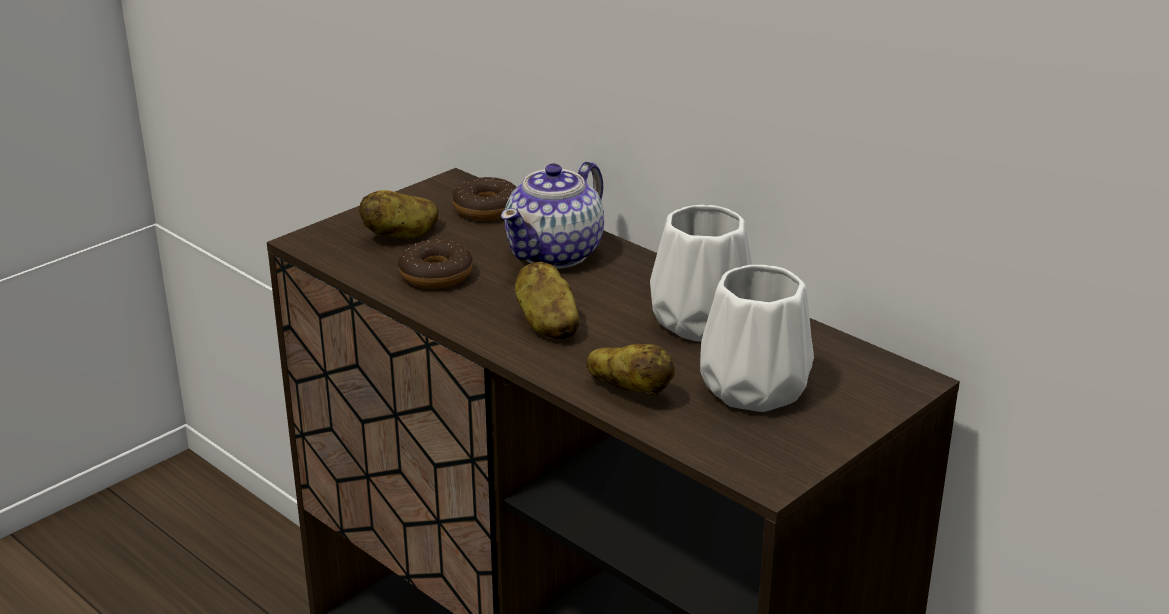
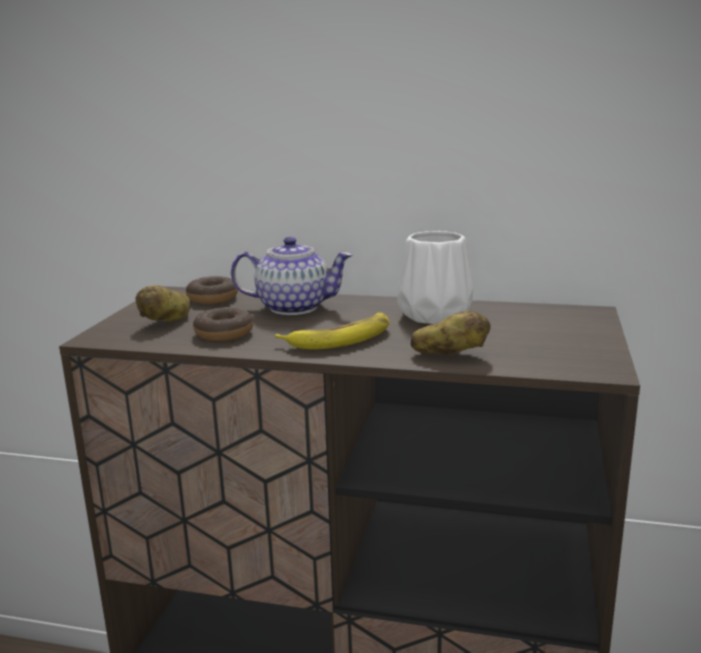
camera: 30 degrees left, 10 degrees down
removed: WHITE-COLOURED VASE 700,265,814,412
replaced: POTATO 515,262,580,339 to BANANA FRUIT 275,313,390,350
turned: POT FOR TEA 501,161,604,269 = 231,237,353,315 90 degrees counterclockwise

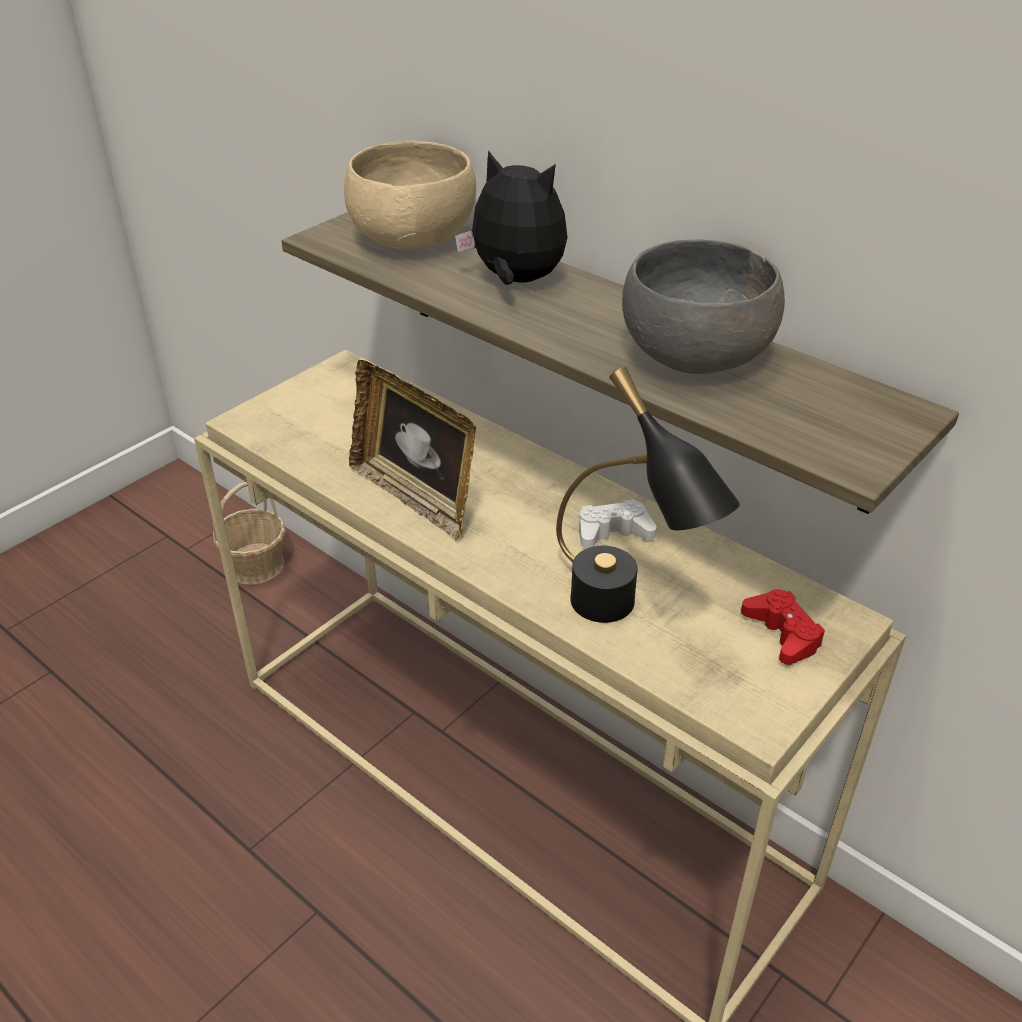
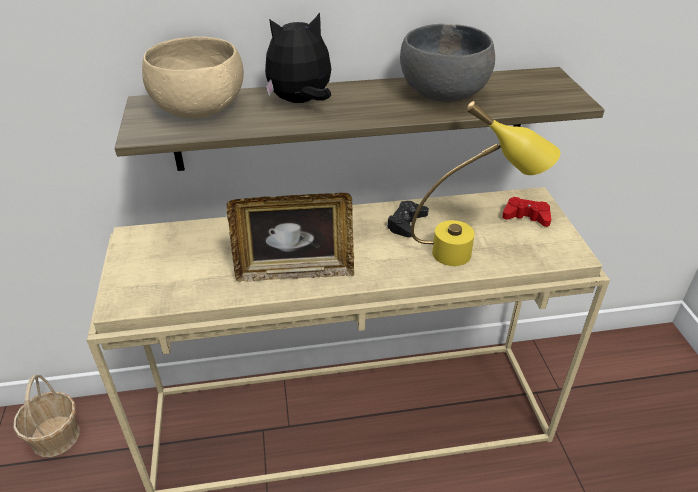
camera: 50 degrees left, 0 degrees up
recoloured: BLACKISH TABLETOP LAMP 556,367,740,623 to YELLOWISH TABLETOP LAMP 411,101,560,266; WHITE-COLOURED JOYPAD 579,499,657,548 to BLACKISH JOYPAD 387,201,429,238

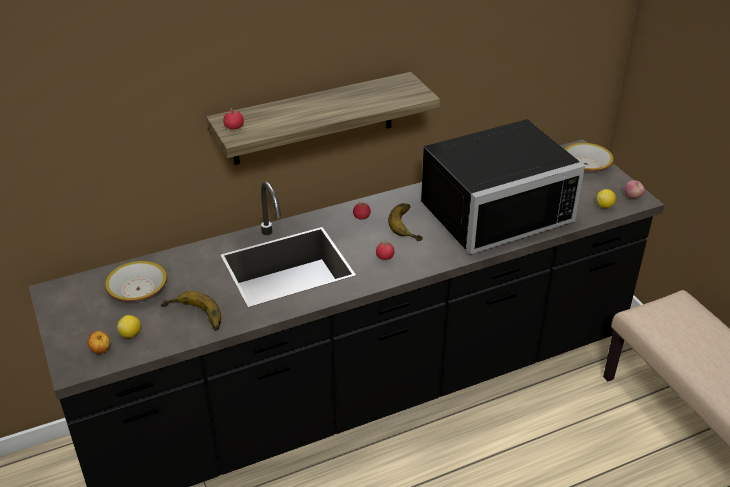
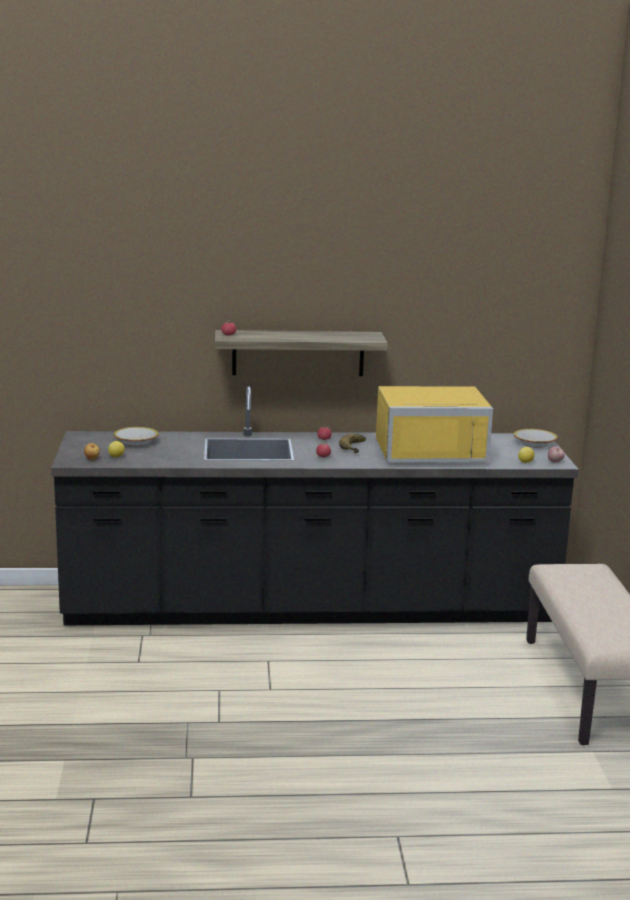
camera: 20 degrees right, 20 degrees down
removed: BANANA FRUIT 161,291,221,331
recoloured: BLACKISH MICROWAVE 421,119,585,255 to YELLOWISH MICROWAVE 376,386,493,463

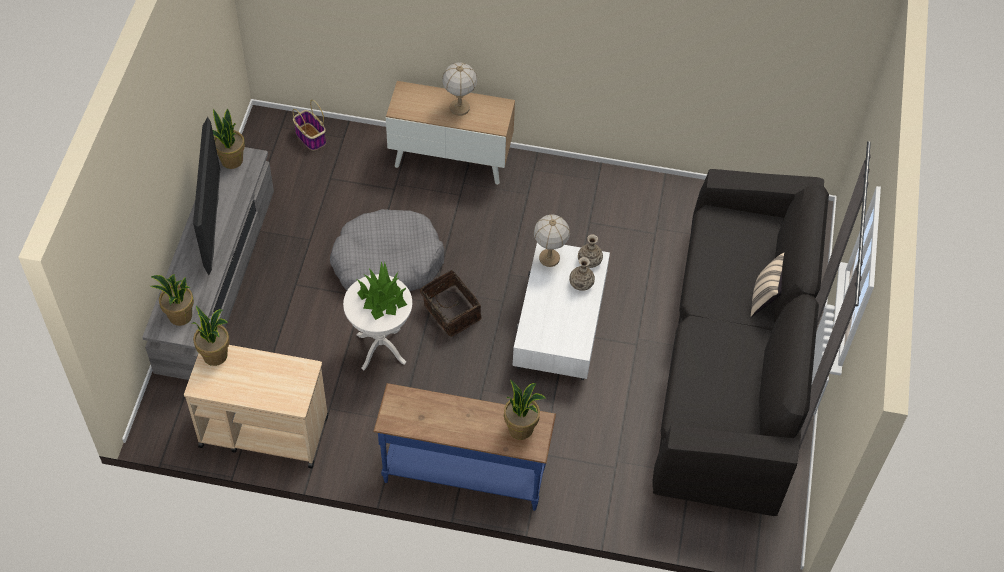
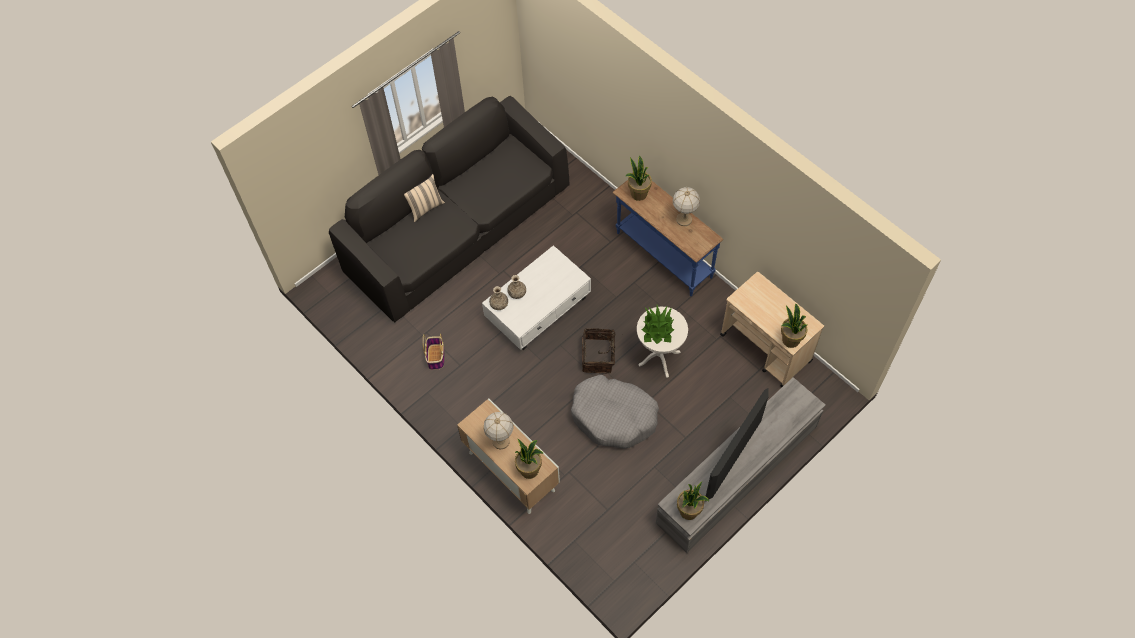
camera: 140 degrees left, 5 degrees up
moved: POTTED PLANT 151,274,194,326 to 515,439,543,479; STORAGE BASKET 292,100,326,151 to 423,334,444,370; TABLETOP LAMP 534,214,570,267 to 673,187,700,226

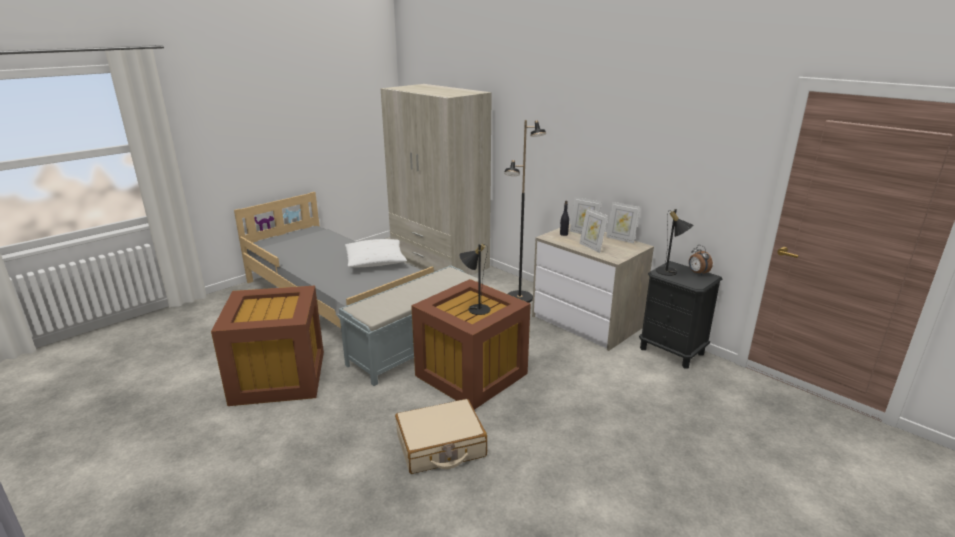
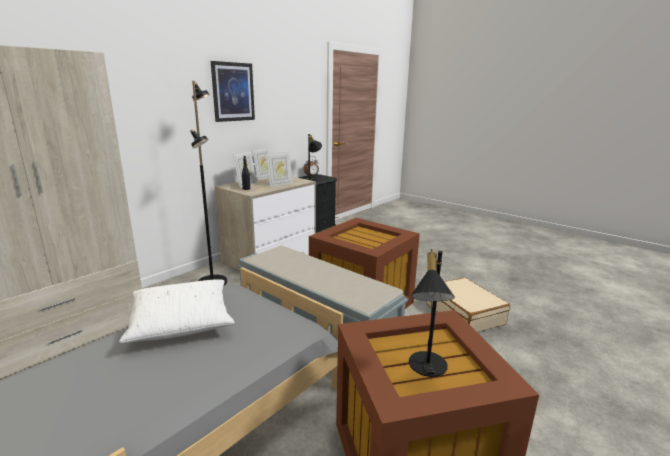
camera: 95 degrees left, 5 degrees down
added: WALL PICTURE 211,61,255,122
moved: BLACKISH TABLETOP LAMP 459,244,490,315 to 409,249,455,377

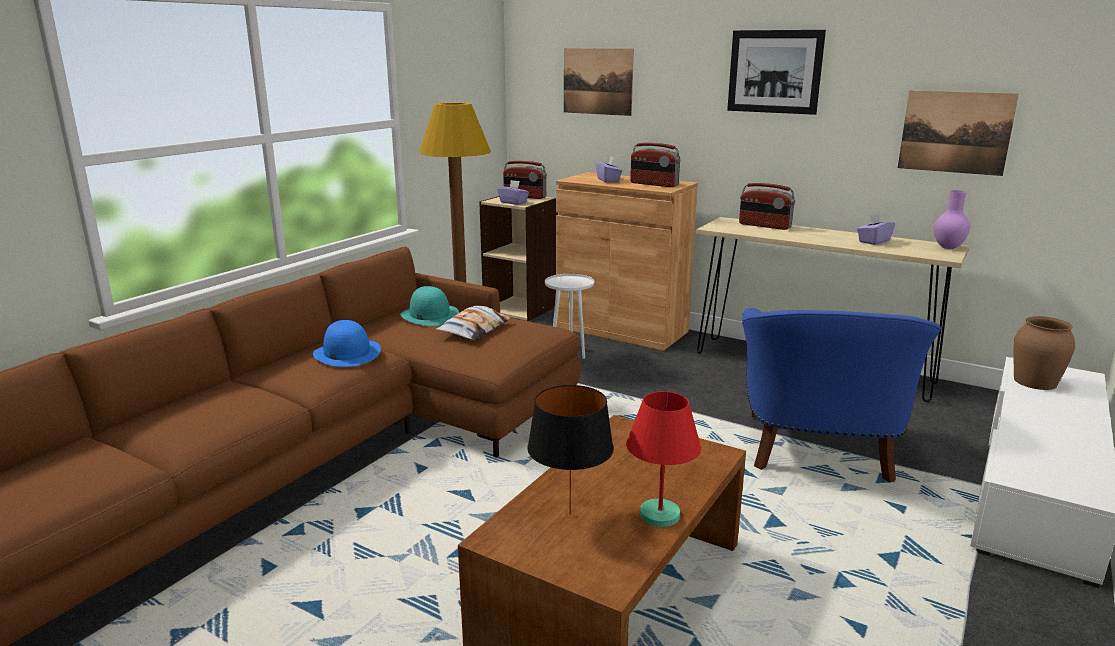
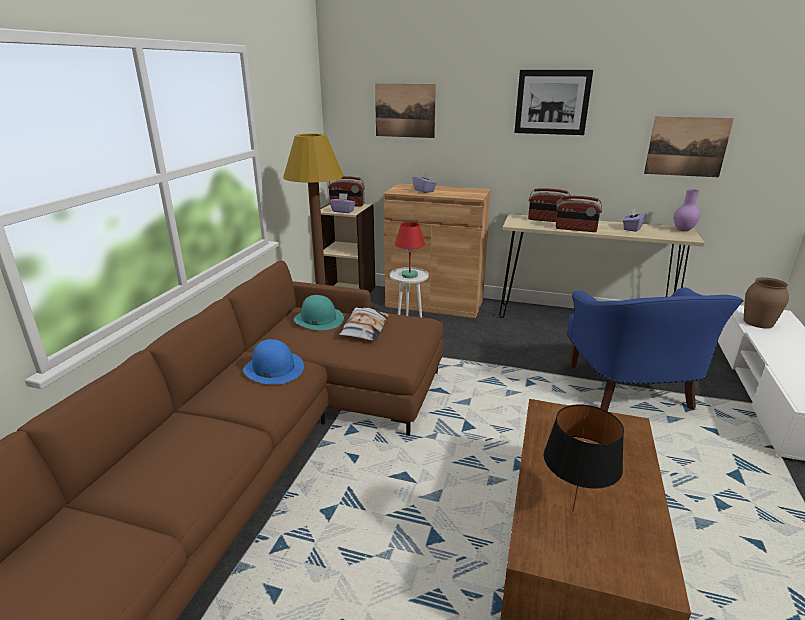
camera: 15 degrees left, 5 degrees up
moved: REDDISH TABLETOP LAMP 626,391,701,527 to 395,222,425,278; RADIO RECEIVER 630,143,680,187 to 556,196,602,232

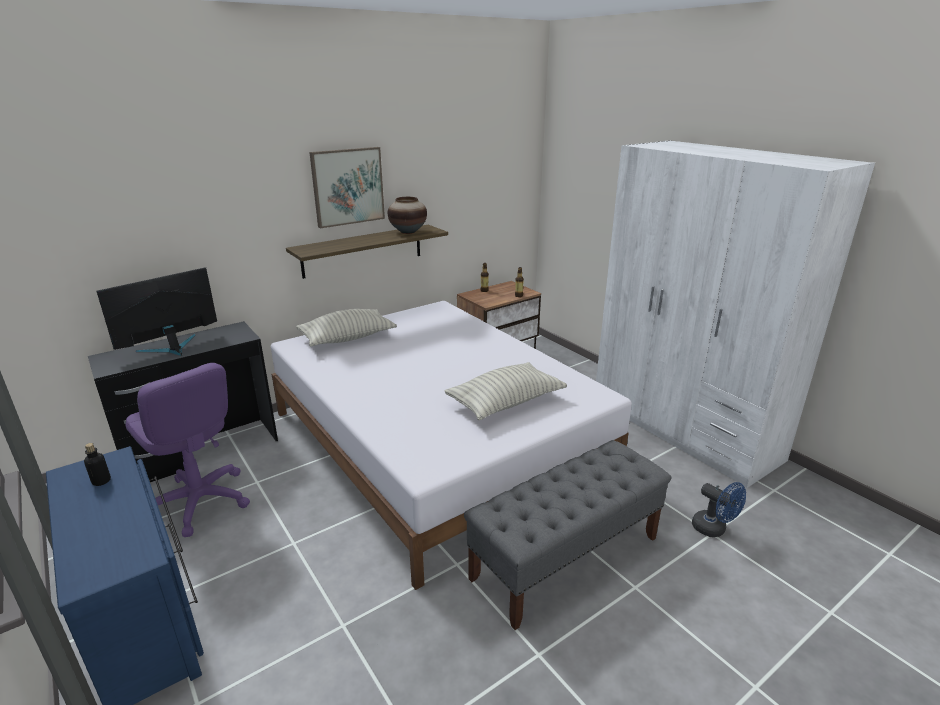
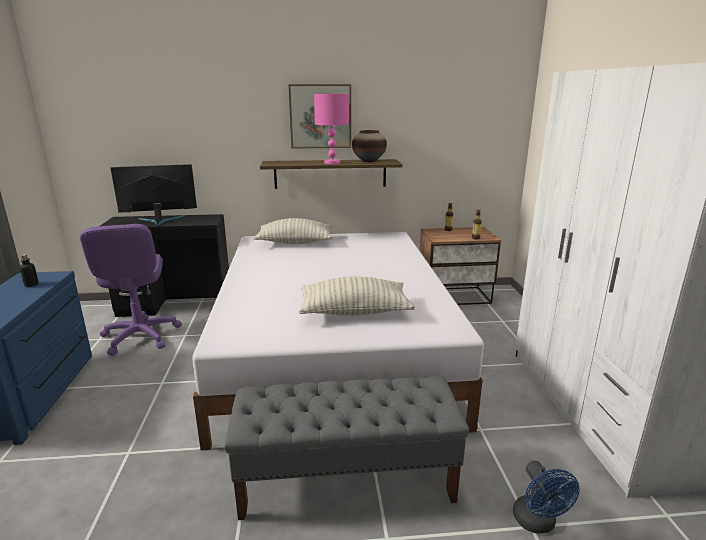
camera: 30 degrees right, 5 degrees down
added: PINKISH TABLETOP LAMP 314,94,349,164

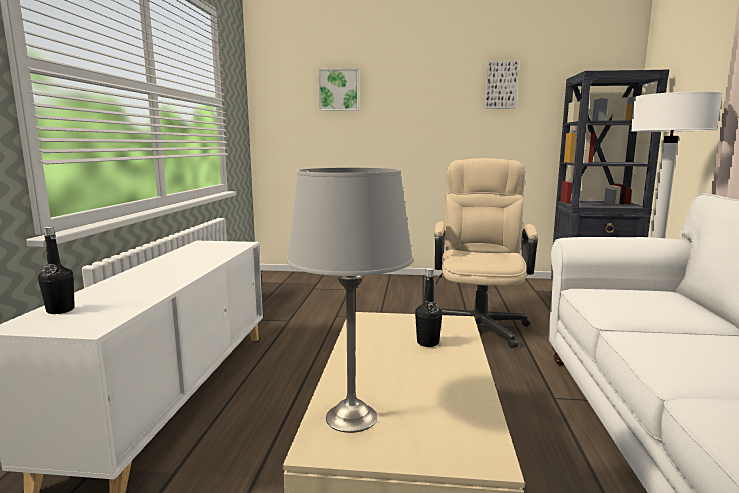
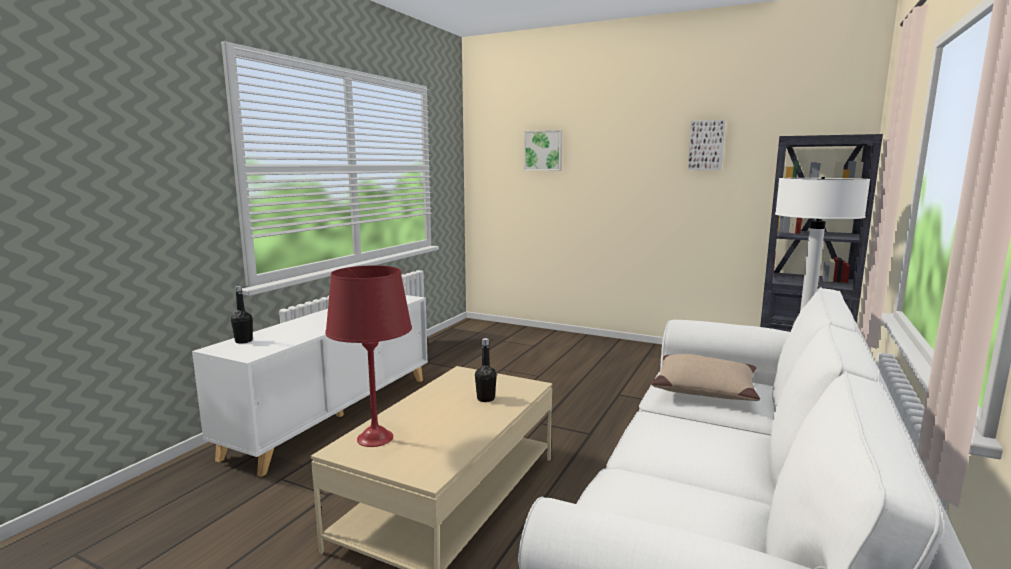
camera: 20 degrees right, 0 degrees up
removed: BEIGE OFFICE CHAIR 435,158,538,348
added: BEIGE CUSHION 651,354,760,401
recoloured: GREYISH TABLETOP LAMP 287,167,413,433 to REDDISH TABLETOP LAMP 325,266,412,447

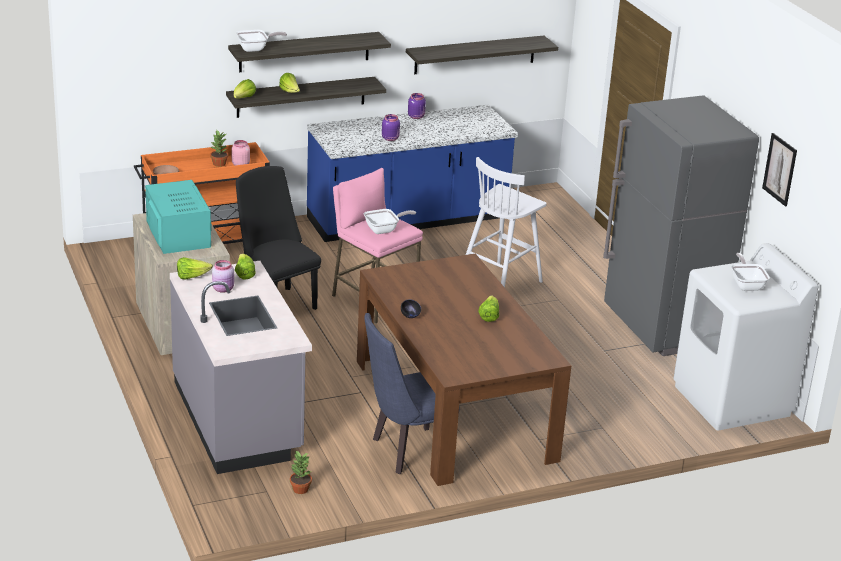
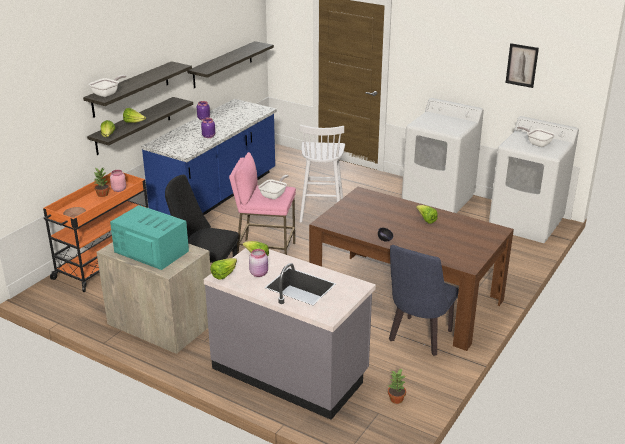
camera: 35 degrees left, 0 degrees up
replaced: GREYISH REFRIGERATOR 603,95,759,356 to WHITE-COLOURED LAUNDRY MACHINE 402,98,484,213

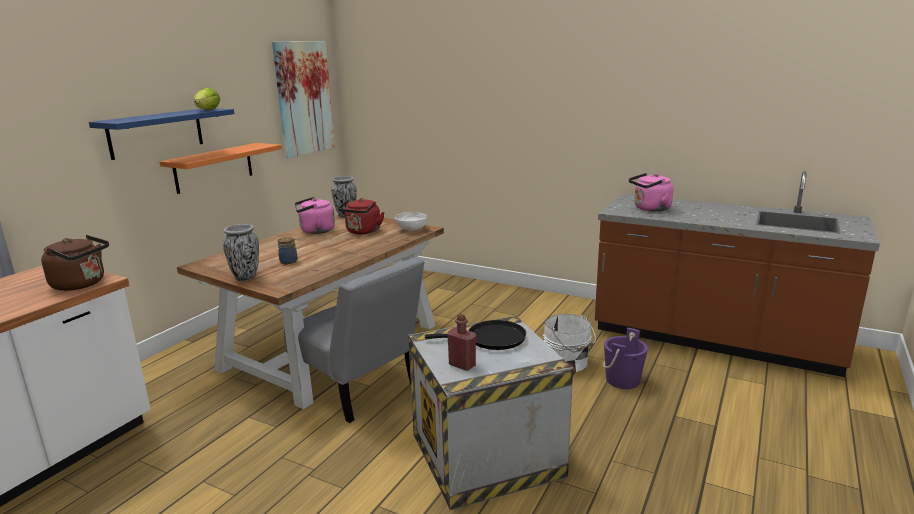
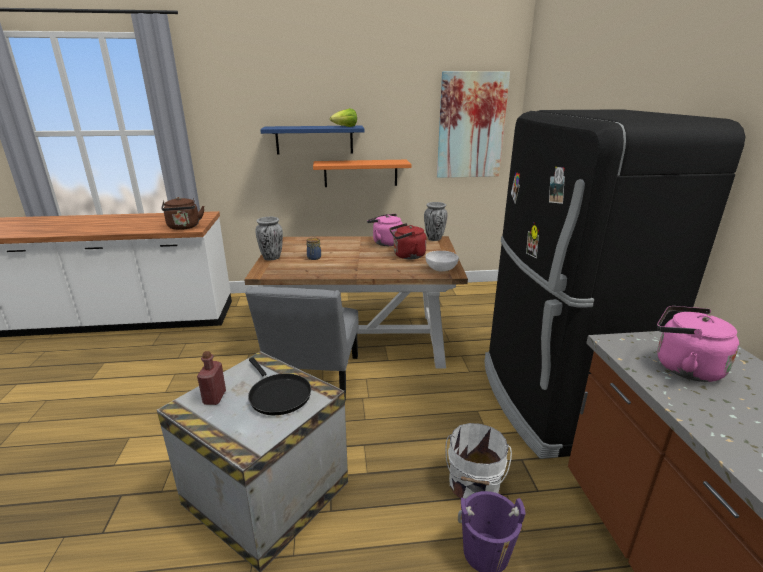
camera: 55 degrees right, 5 degrees up
added: BLACKISH REFRIGERATOR 484,109,746,459

